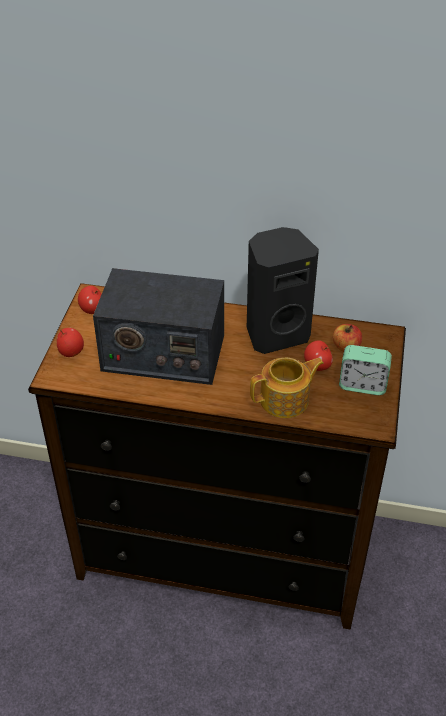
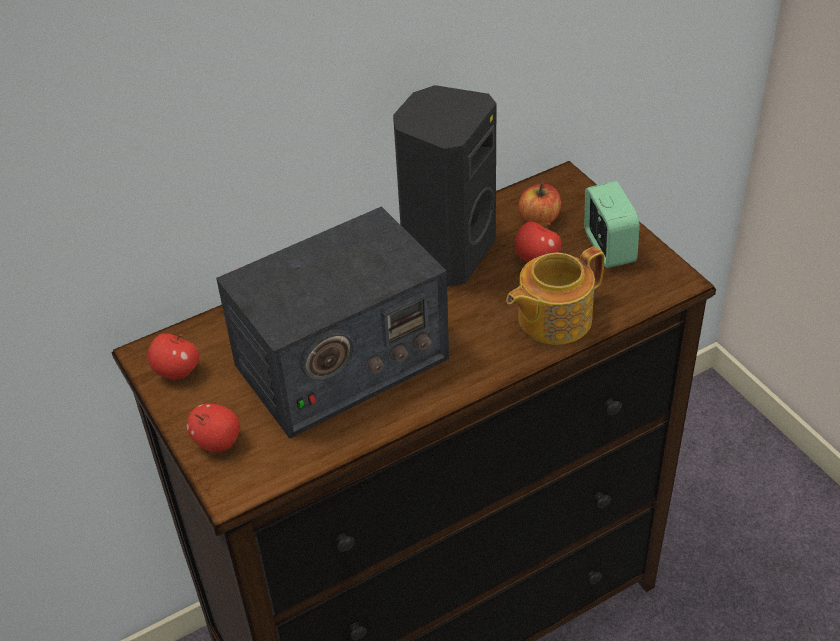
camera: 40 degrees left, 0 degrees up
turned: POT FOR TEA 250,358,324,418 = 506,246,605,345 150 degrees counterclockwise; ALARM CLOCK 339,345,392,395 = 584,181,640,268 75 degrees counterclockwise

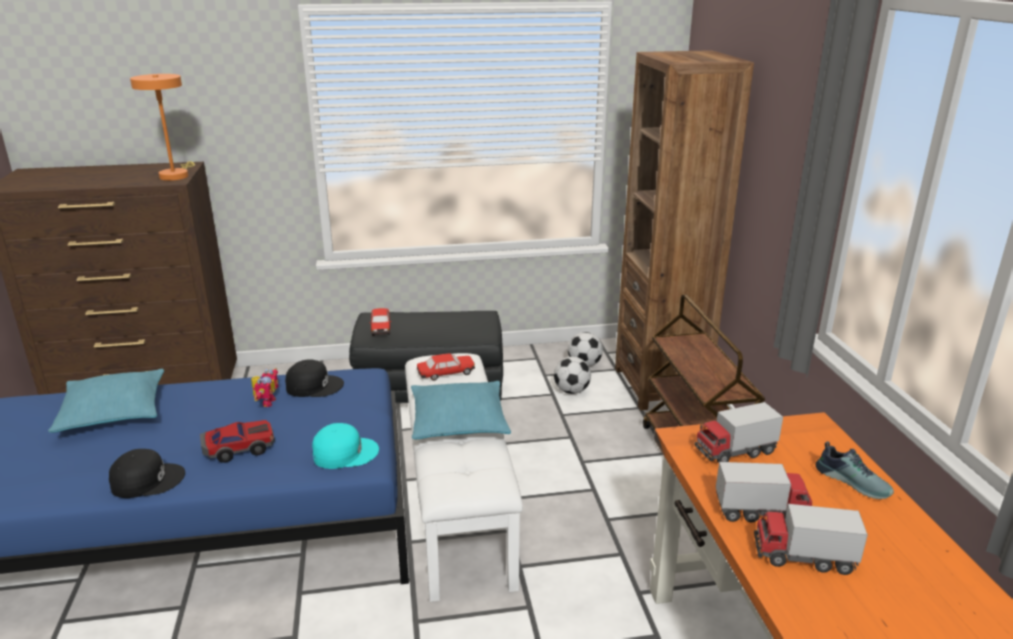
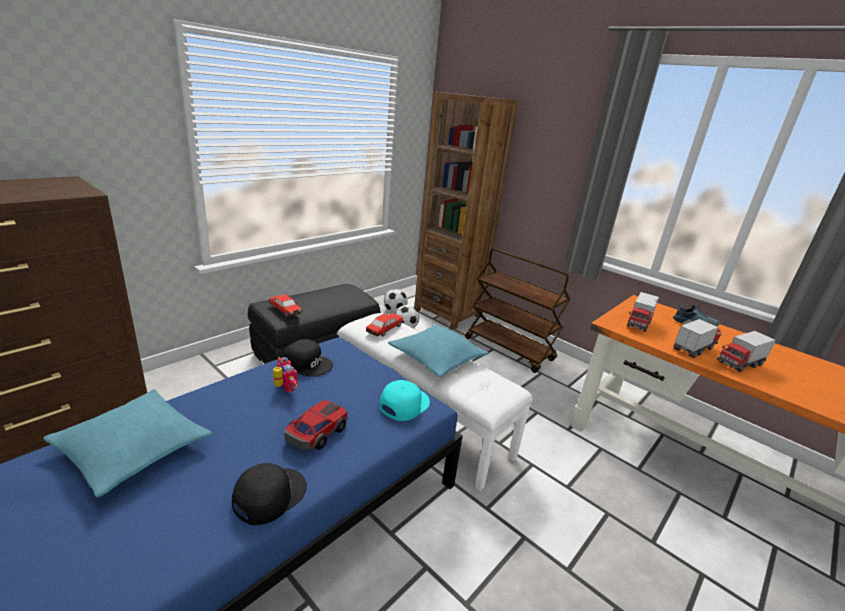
camera: 40 degrees left, 0 degrees up
removed: ORANGEY TABLETOP LAMP 130,74,195,181
turned: BLACKISH PEAKED CAP 285,359,344,397 = 283,339,333,377 60 degrees clockwise

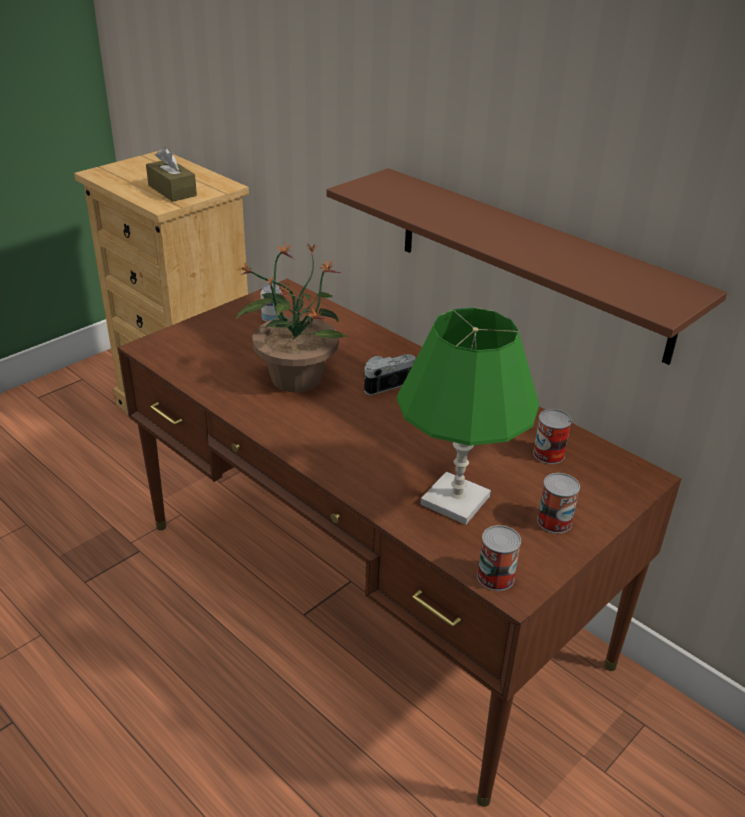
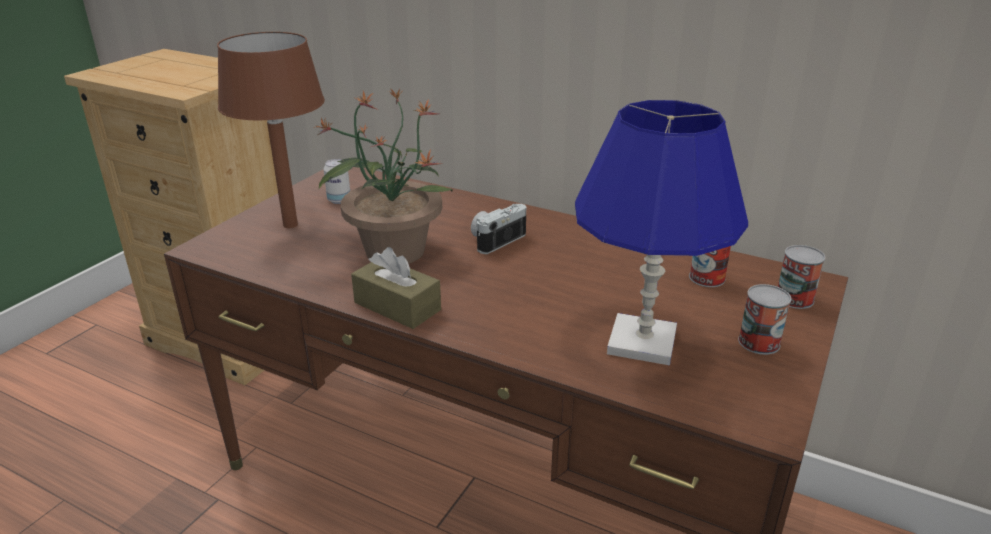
camera: 15 degrees left, 5 degrees down
removed: BROWN BRACKET SHELF 327,168,727,365
added: BROWN TABLETOP LAMP 217,32,325,228
moved: BROWN TISSUE HOLDER 146,147,197,202 to 351,247,441,329; METAL CAN 477,525,521,591 to 778,245,826,309
recoloured: GREEN TABLETOP LAMP 396,308,539,525 to BLUE-COLOURED TABLETOP LAMP 575,100,748,365

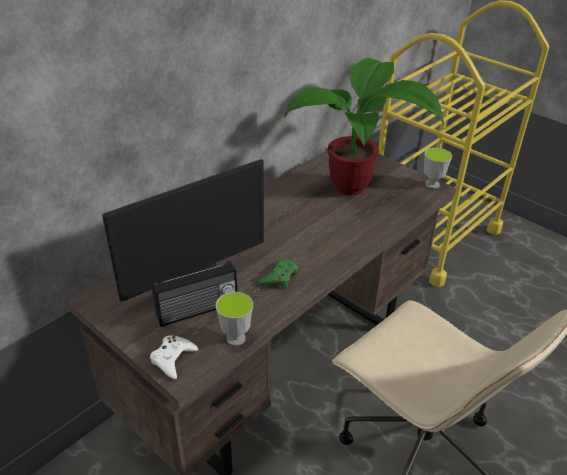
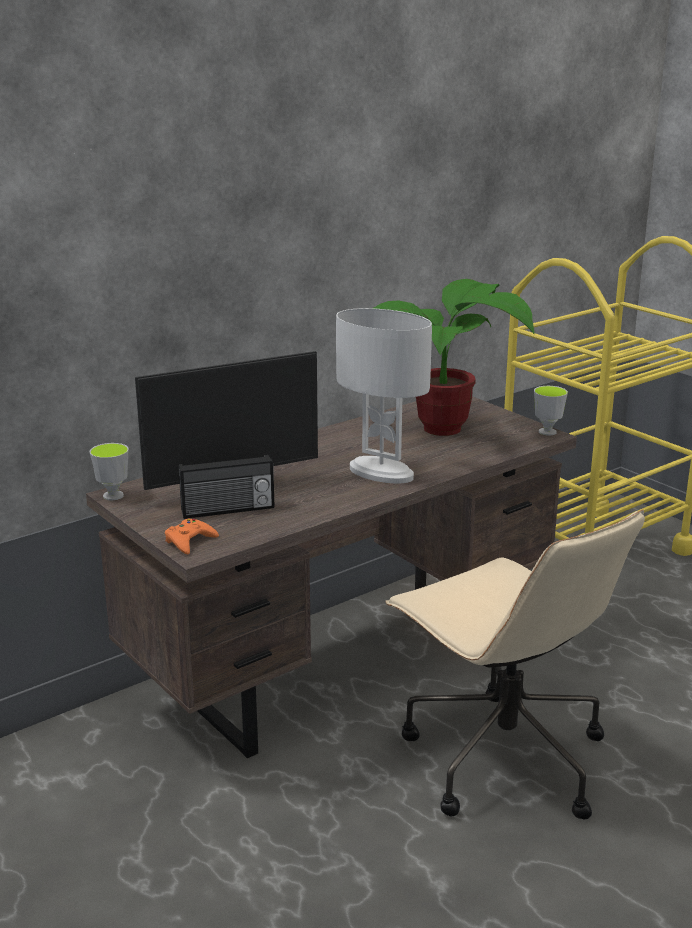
camera: 10 degrees right, 15 degrees down
removed: GREEN JOYPAD 259,259,298,288
added: WHITE-COLOURED TABLETOP LAMP 336,308,432,484
moved: SMALL CUP 216,292,253,346 to 90,443,129,500
recoloured: WHITE-COLOURED JOYPAD 150,335,198,379 to ORANGEY JOYPAD 165,519,219,554

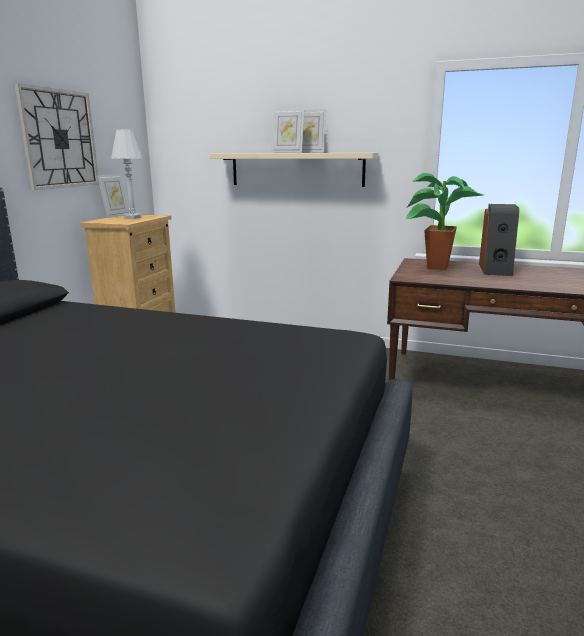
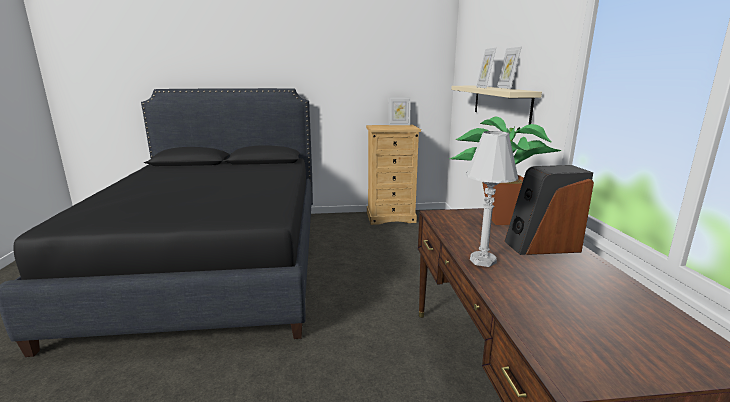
camera: 65 degrees right, 0 degrees up
removed: CLOCK ON THE WALL 14,83,99,190
moved: WHITE-COLOURED TABLETOP LAMP 110,130,143,219 to 466,131,518,267

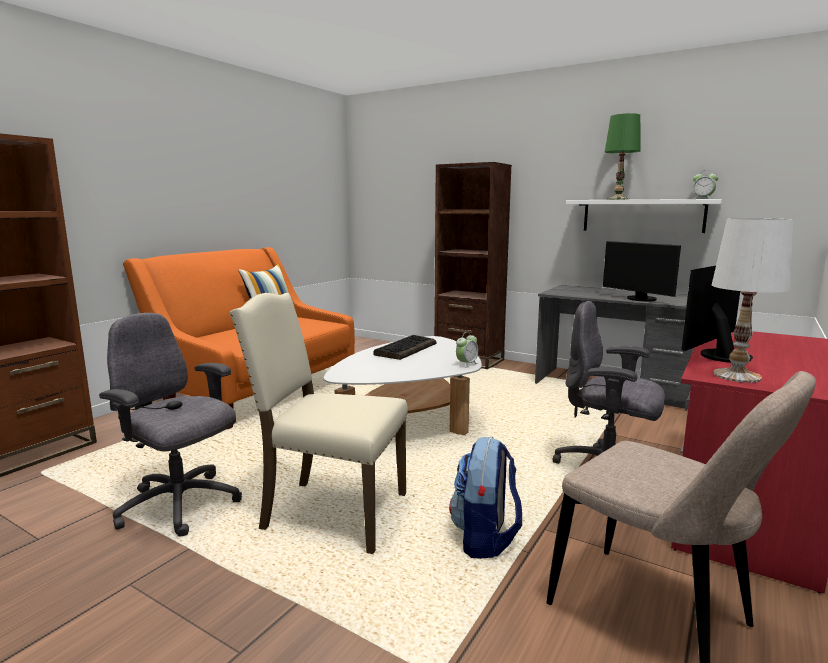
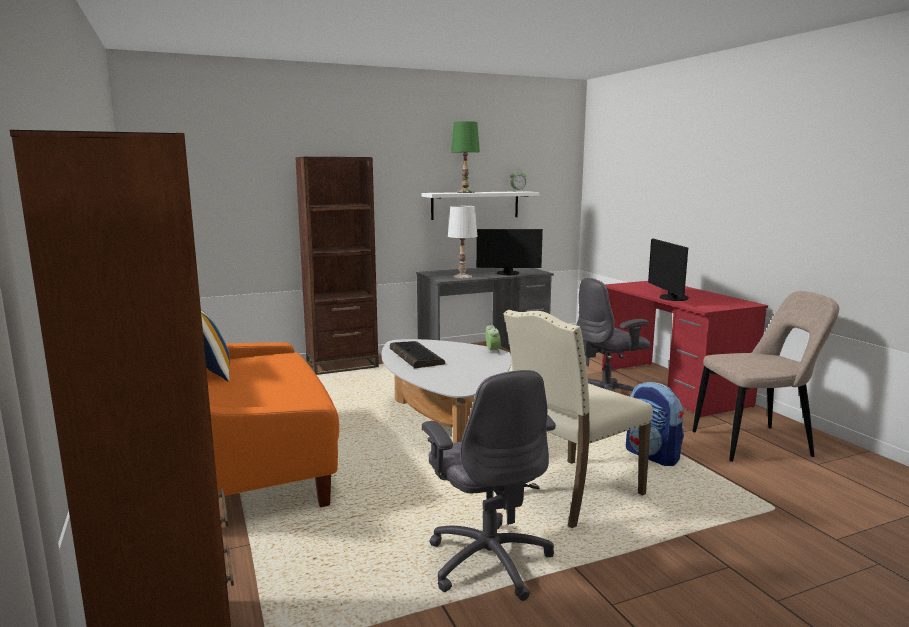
camera: 55 degrees left, 0 degrees up
moved: WHITE-COLOURED TABLETOP LAMP 712,218,793,383 to 448,206,477,279
turned: GREYISH OFFICE CHAIR 99,313,242,537 = 422,370,556,601 90 degrees counterclockwise

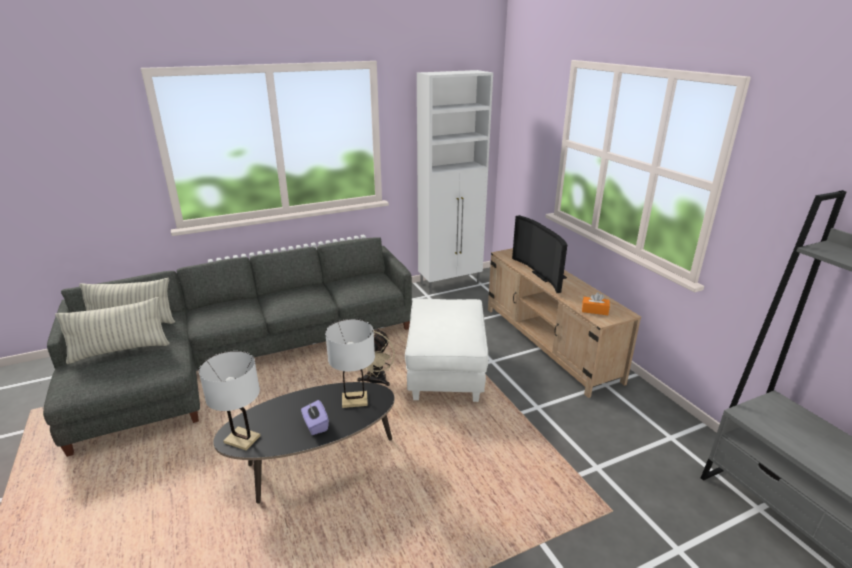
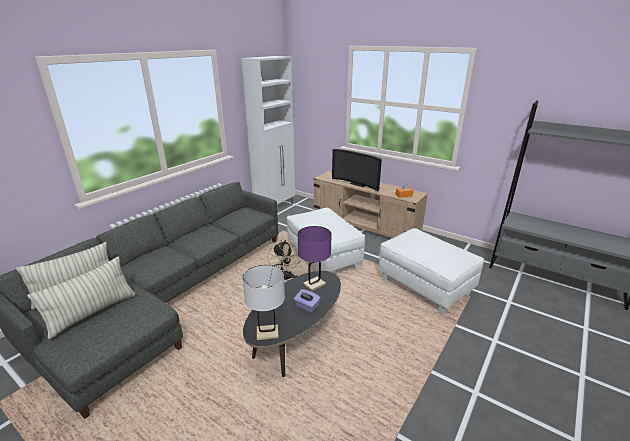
camera: 30 degrees left, 0 degrees up
added: WHITE-COLOURED FOOTREST 378,228,484,315
recoloured: WHITE-COLOURED TABLETOP LAMP 325,319,375,408 to PURPLISH TABLETOP LAMP 298,226,332,291

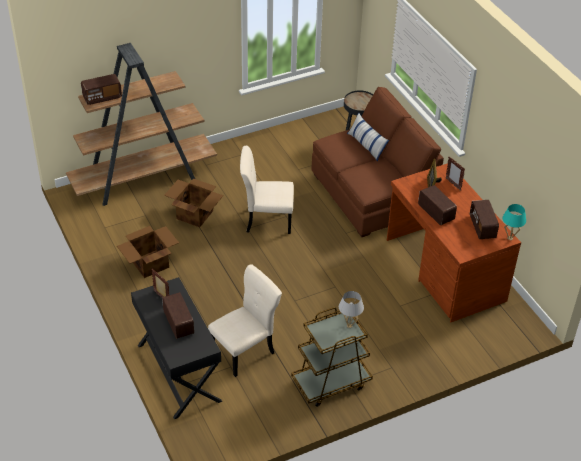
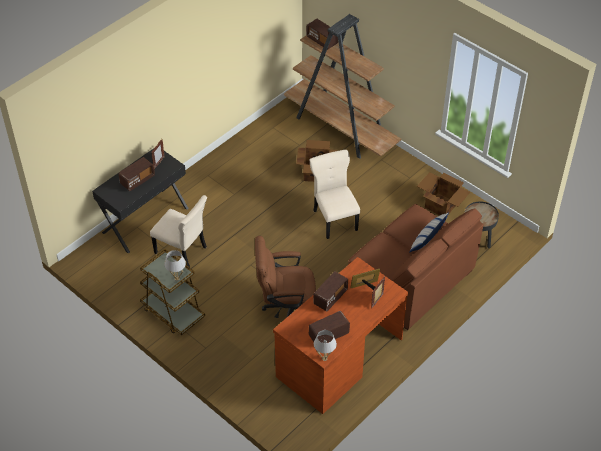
camera: 70 degrees right, 5 degrees up
added: BROWN OFFICE CHAIR 255,236,316,318
moved: CARTON 117,226,179,278 to 417,172,470,215
recoloured: TURQUOISE-COLOURED TABLETOP LAMP 503,204,526,240 to WHITE-COLOURED TABLETOP LAMP 314,330,337,361

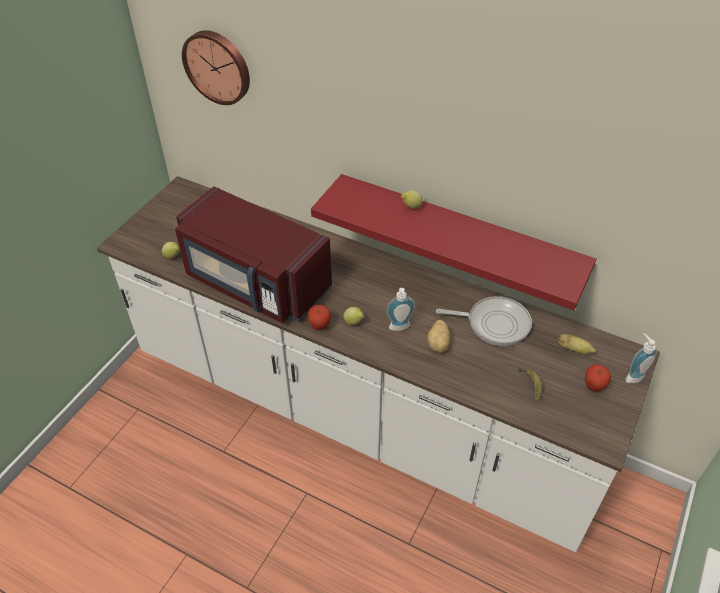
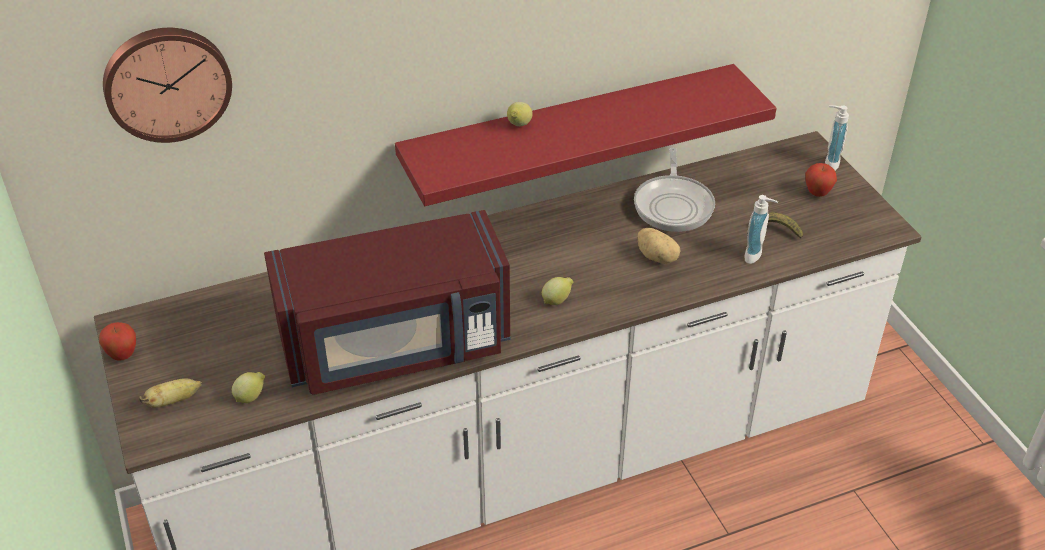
camera: 50 degrees left, 5 degrees down
moved: APPLE FRUIT 307,304,331,330 to 99,322,136,361; SOAP BOTTLE 386,288,415,331 to 745,195,778,264; BANANA FRUIT 555,334,596,354 to 139,378,202,408
turned: SKILLET 436,296,532,346 = 634,148,715,232 135 degrees clockwise

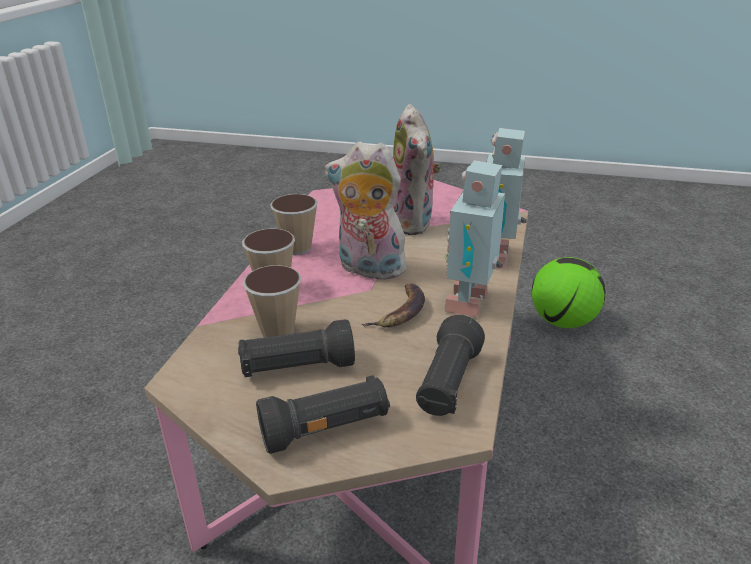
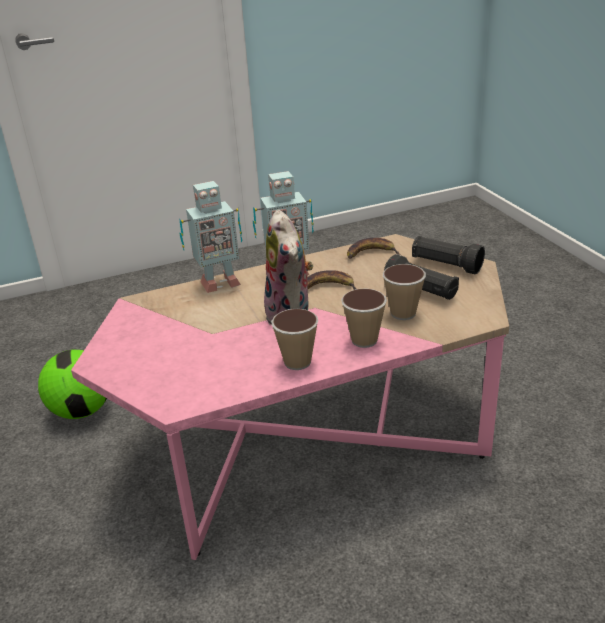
camera: 125 degrees left, 0 degrees up
removed: PLUSH TOY 393,104,441,235
replaced: BLACKISH HAND TORCH 416,315,485,416 to BANANA FRUIT 347,238,401,259

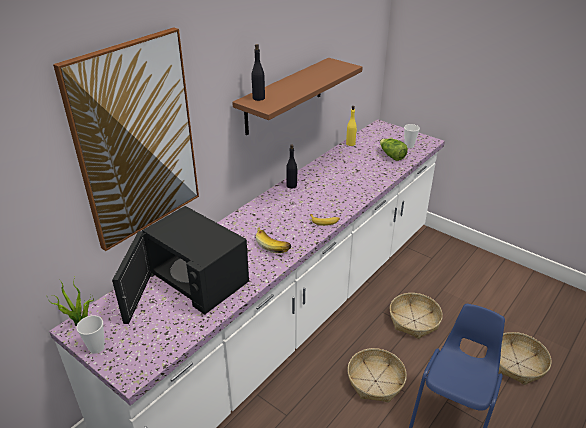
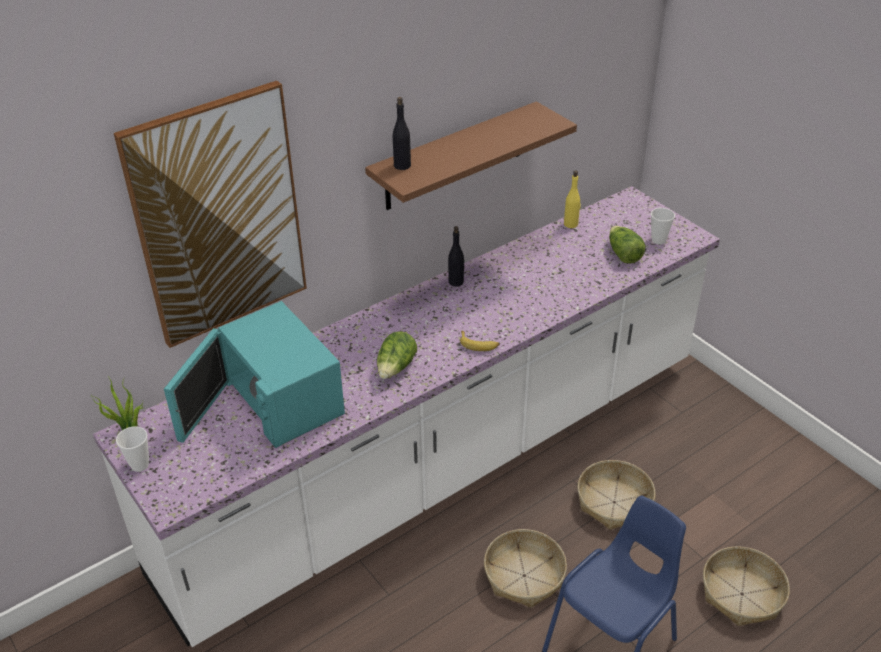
camera: 15 degrees right, 5 degrees up
replaced: BANANA FRUIT 256,227,291,253 to LETTUCE HEAD 377,331,417,379
recoloured: BLACKISH MICROWAVE 112,206,249,324 to TURQUOISE-COLOURED MICROWAVE 164,301,345,448

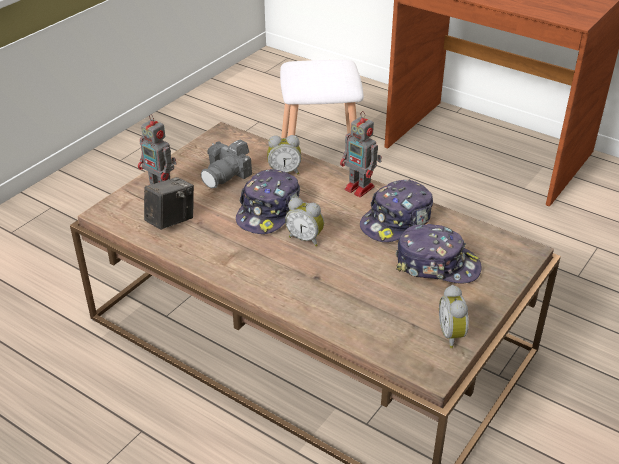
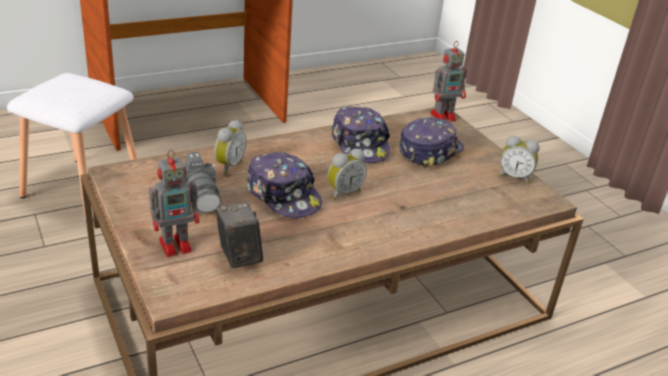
camera: 65 degrees left, 5 degrees down
moved: MODEL ROBOT 340,111,382,197 to 430,41,467,121

